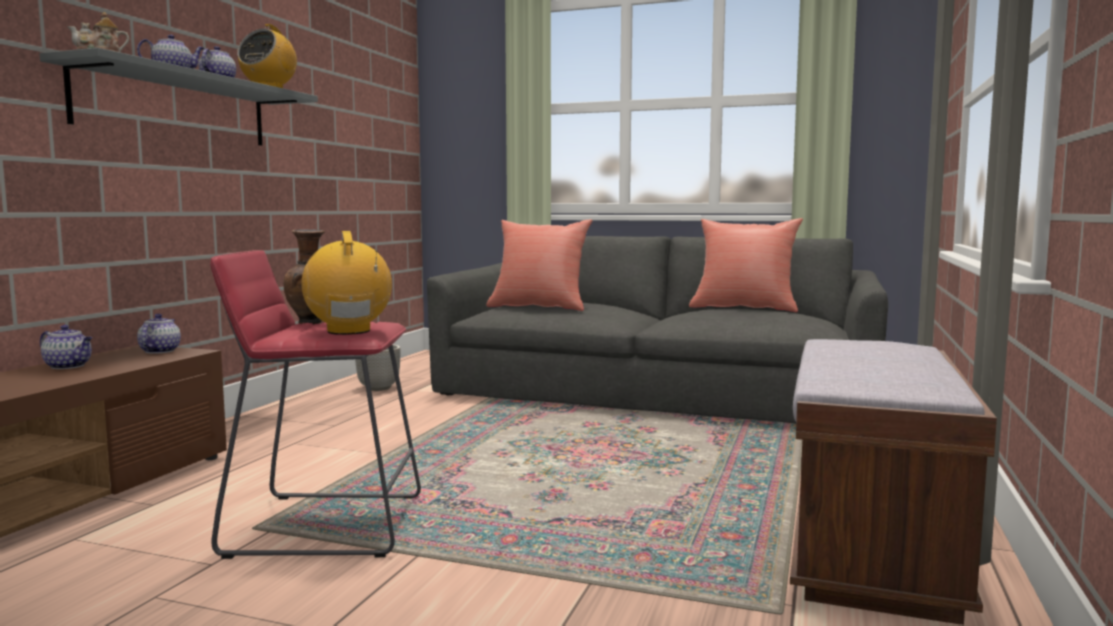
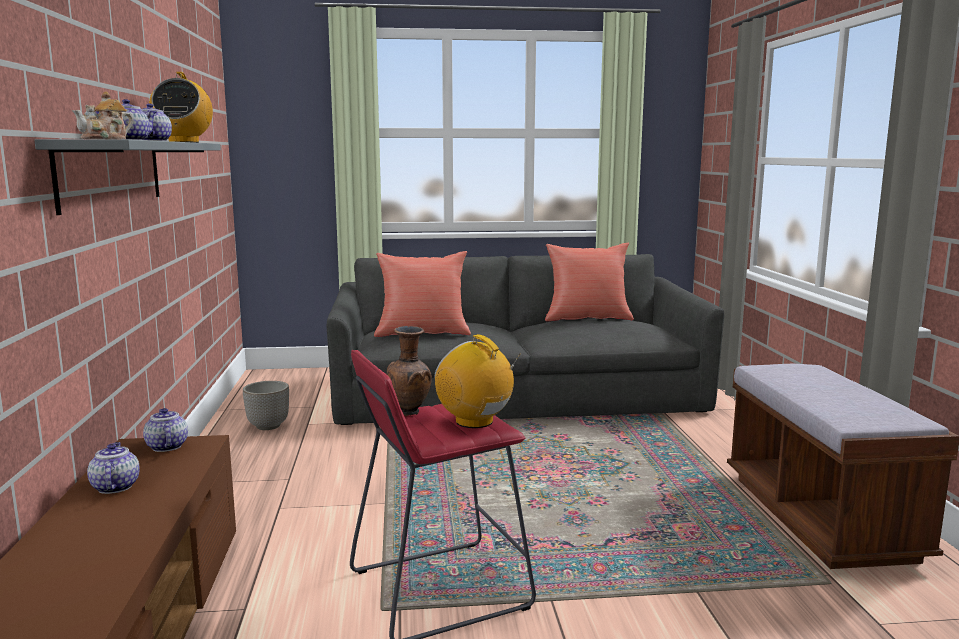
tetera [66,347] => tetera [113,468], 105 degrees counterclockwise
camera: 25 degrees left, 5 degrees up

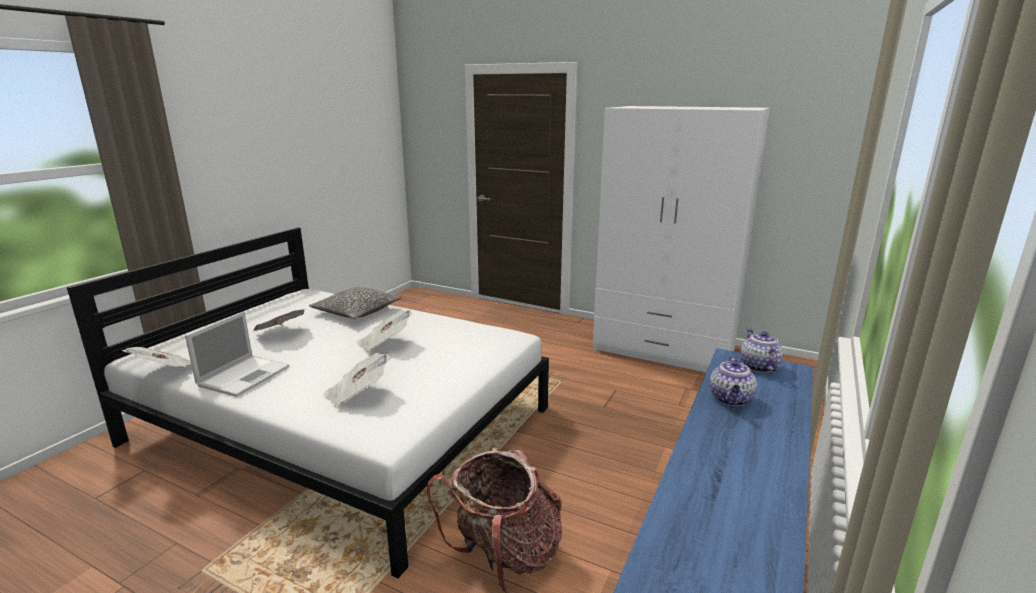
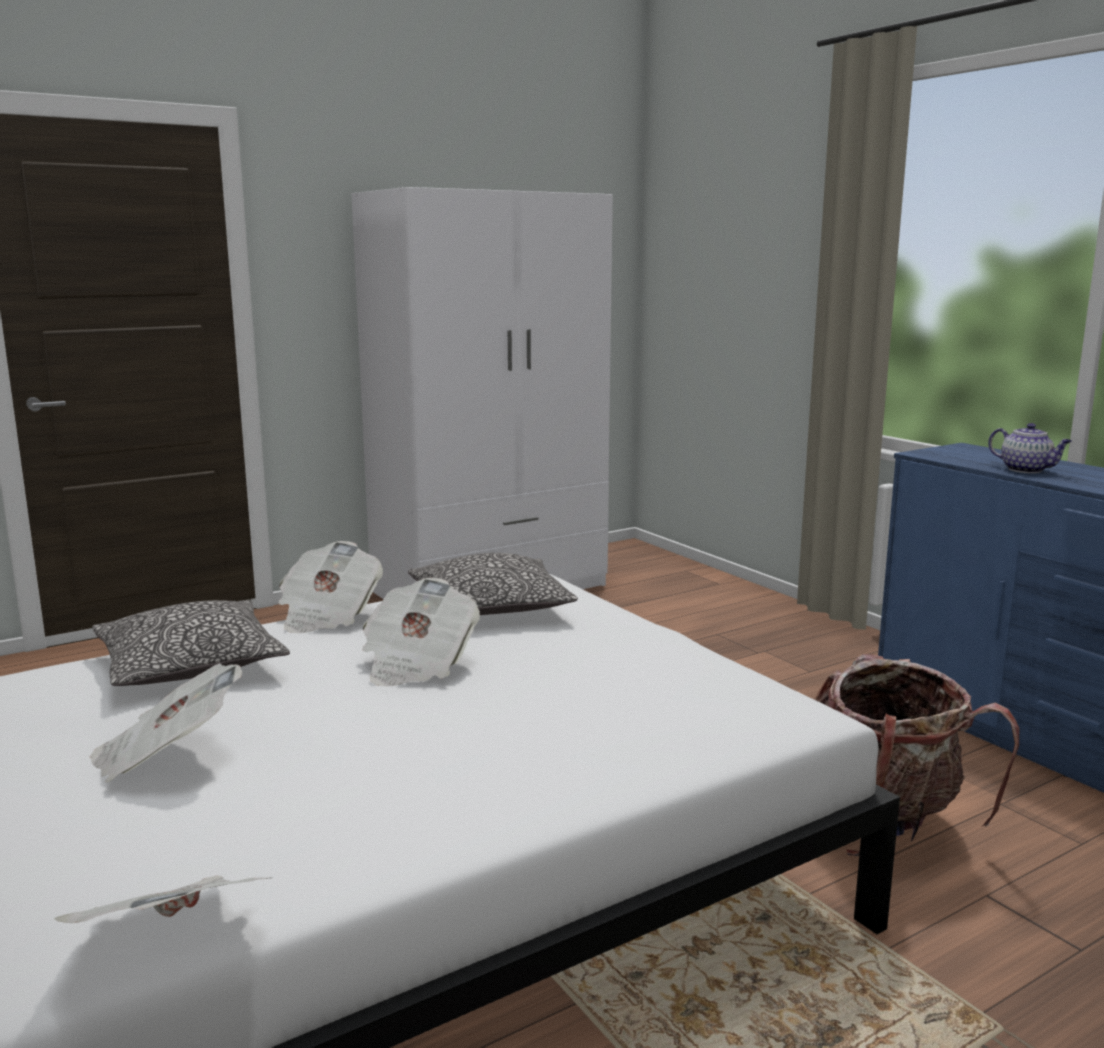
portátil [237,354] => nothing
periódico [357,380] => periódico [330,587], move
tetera [761,351] => nothing
nothing => cojín [493,584]
camera: 60 degrees left, 5 degrees down

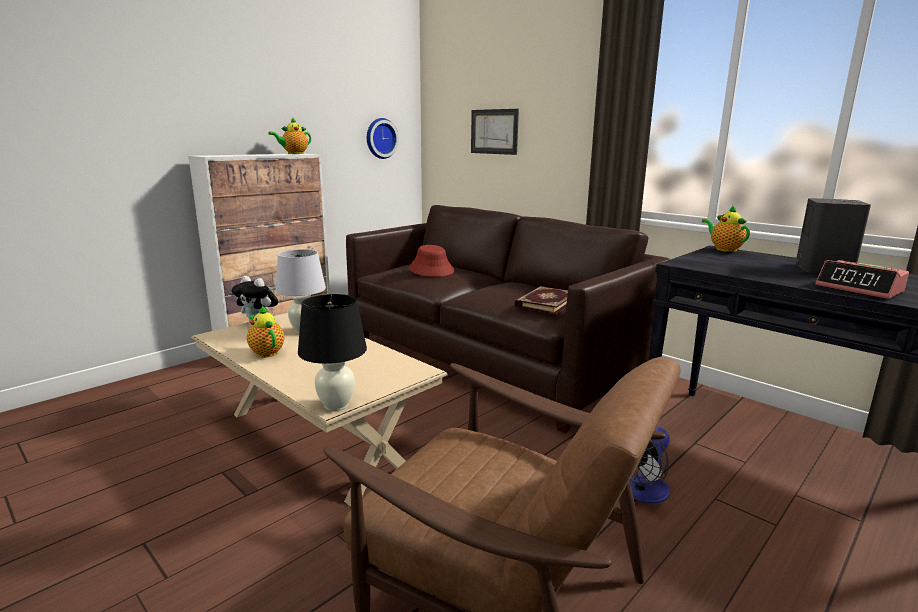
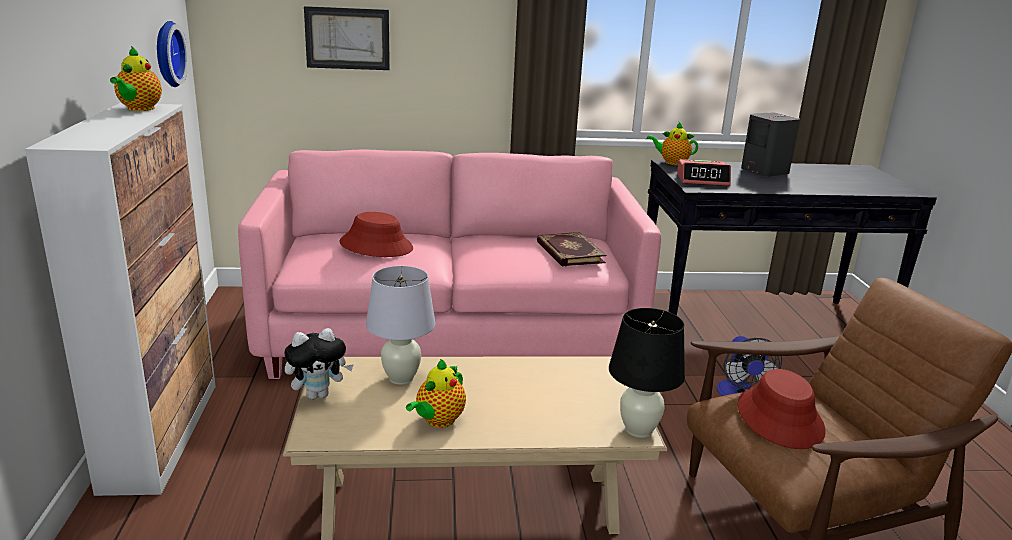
tetera [265,331] => tetera [436,393], 60 degrees counterclockwise
sofá (marrón) [508,319] => sofá (rosa) [449,264]
despertador [862,279] => despertador [704,172], move
nothing => sombrero (rojo) [782,409]
camera: 50 degrees left, 5 degrees up

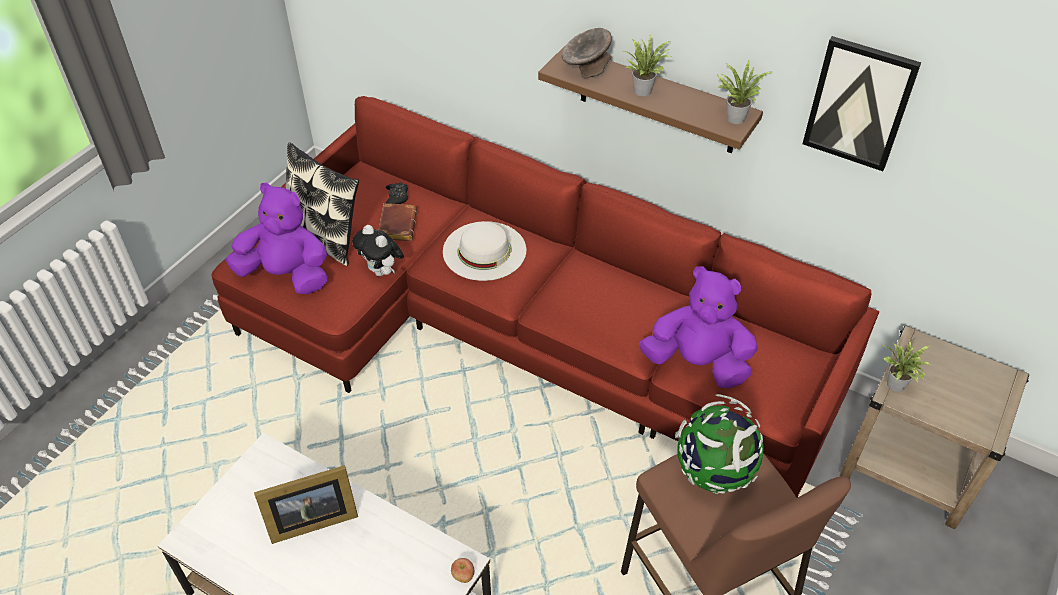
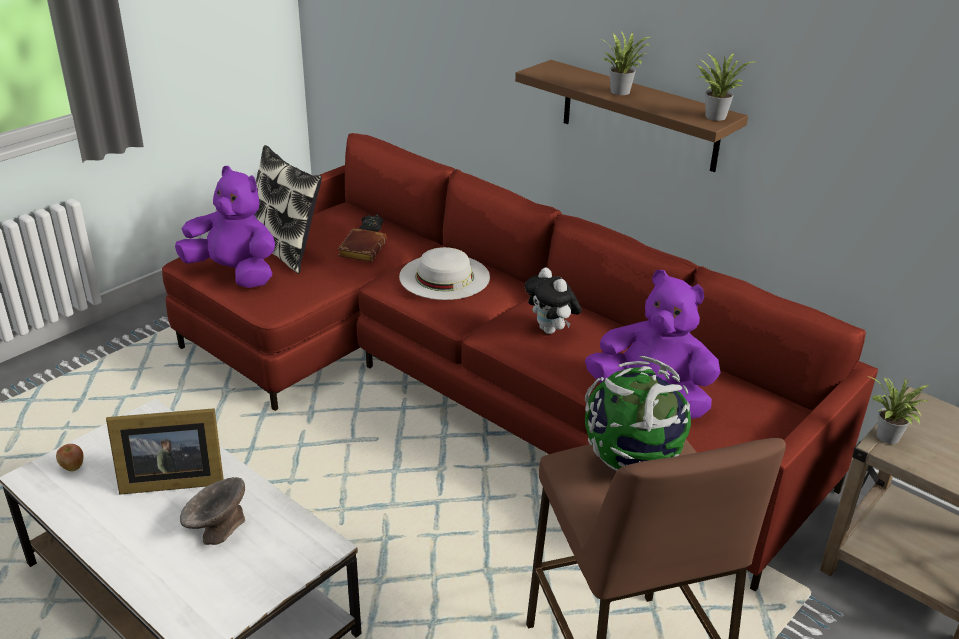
peluche [378,250] => peluche [553,301], move
manzana [462,570] => manzana [70,458], move
cuenco (gris) [587,53] => cuenco (gris) [212,511], move
cuadro [861,103] => nothing
camera: 10 degrees right, 15 degrees down

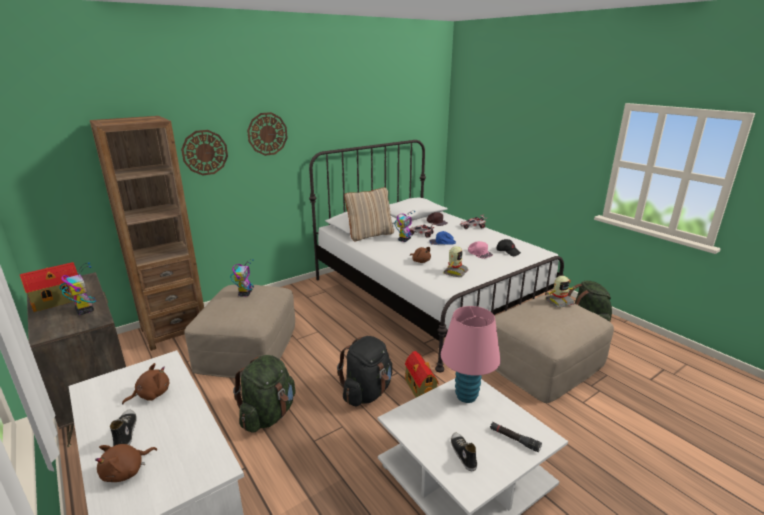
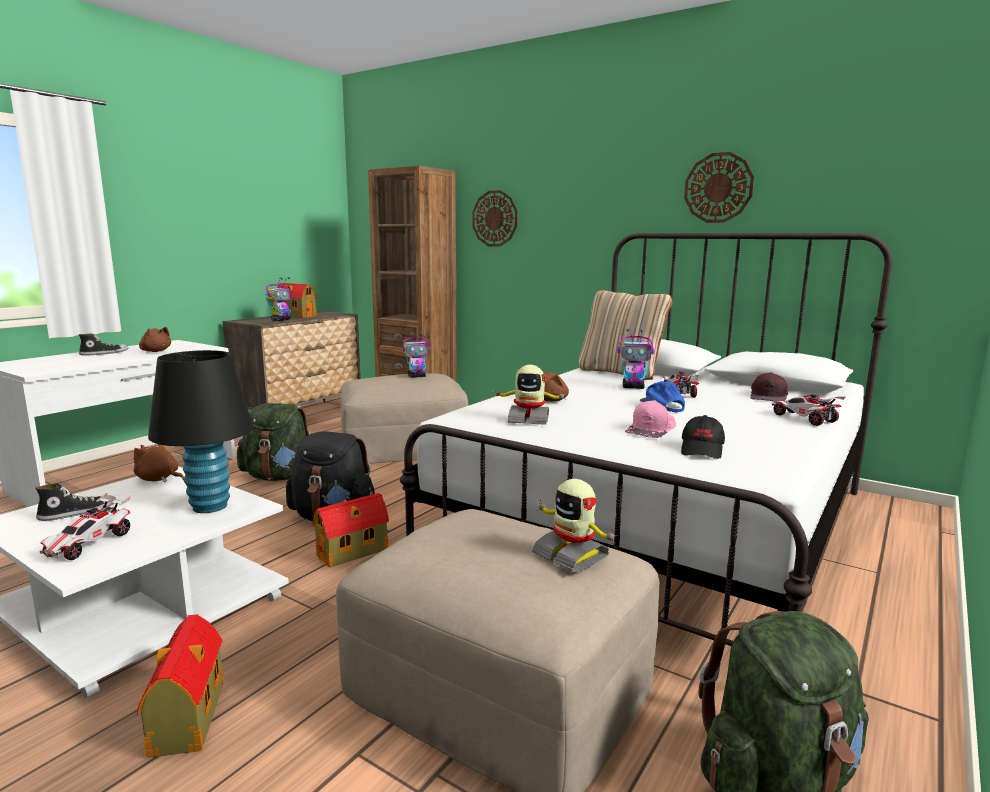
peluche (marrón) [126,463] => peluche (marrón) [158,463], move
reloj de pared [267,134] => reloj de pared [719,187], move
lámpara de mesa (rosa) [471,354] => lámpara de mesa (negro) [200,431]
linterna (negro) [516,437] => coche de juguete [85,526]
nothing => casita [180,686]
camera: 70 degrees right, 10 degrees down

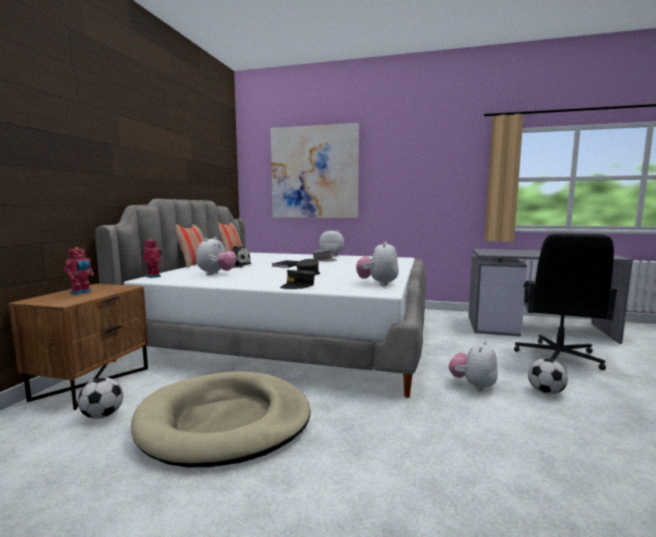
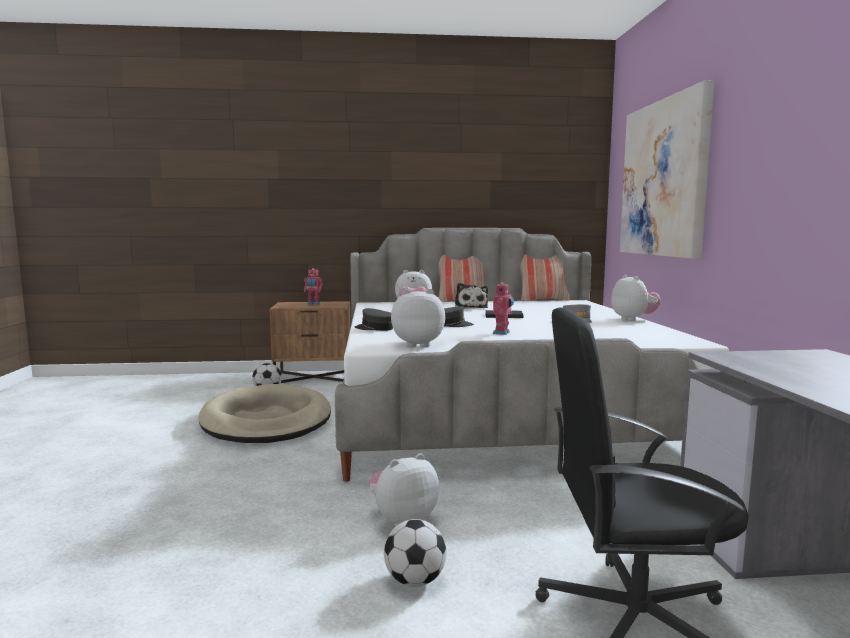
robot de juguete [153,258] => robot de juguete [503,308], move
peluche [473,366] => peluche [404,490], 45 degrees counterclockwise
camera: 70 degrees right, 0 degrees up

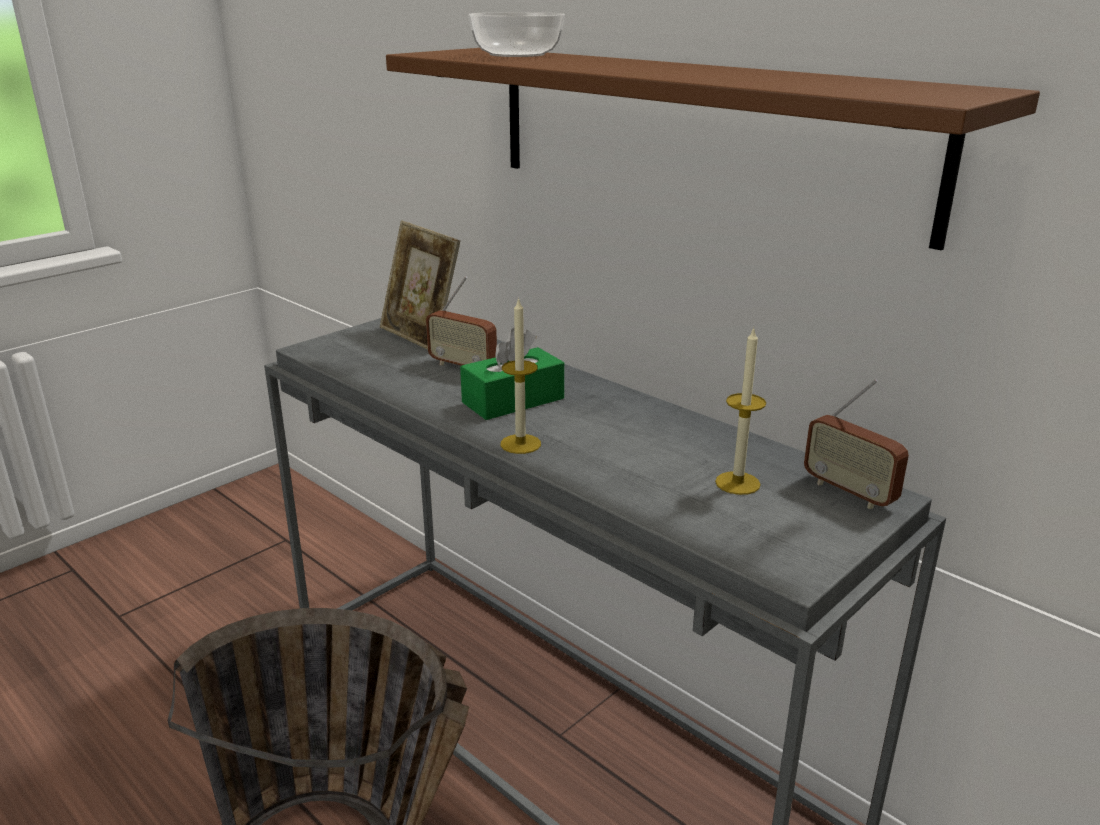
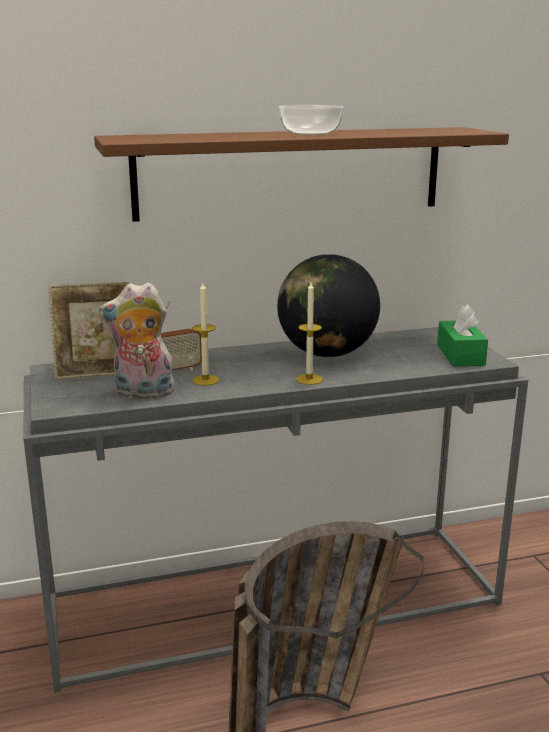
caja de pañuelos (verde) [512,374] => caja de pañuelos (verde) [462,335], move
cuenco [516,34] => cuenco [311,120], move
vela [740,411] => vela [205,333], move
radio [856,444] => nothing
nothing => peluche [137,340]
nothing => globo terráqueo [328,305]
camera: 60 degrees left, 5 degrees down

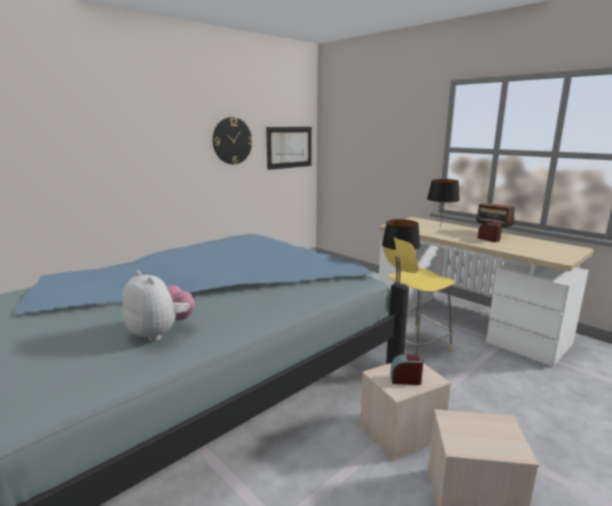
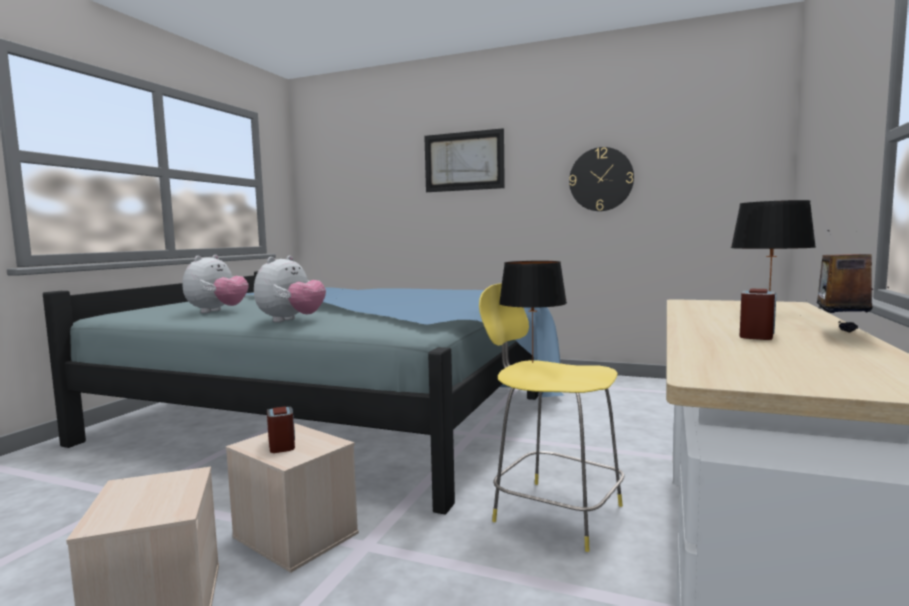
cuadro [289,148] => cuadro [464,160], move
nothing => peluche [290,289]
camera: 65 degrees right, 10 degrees down

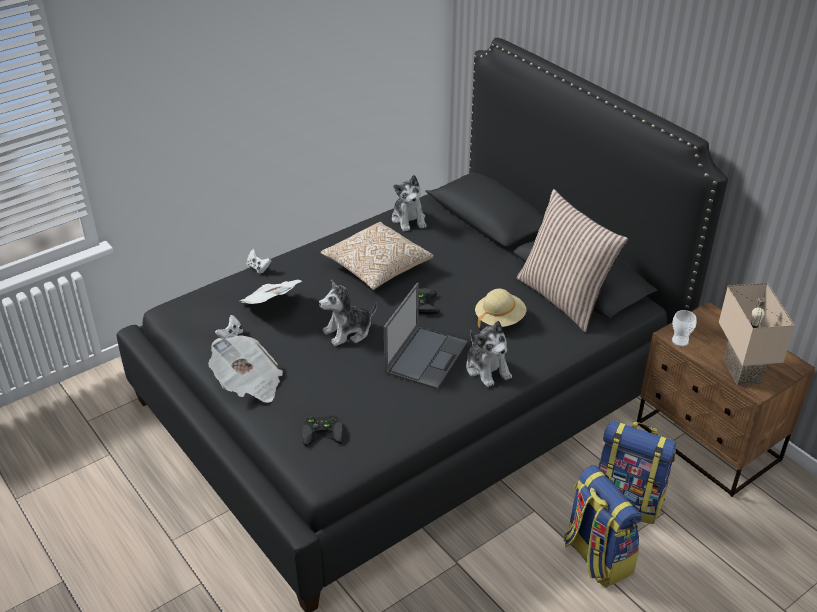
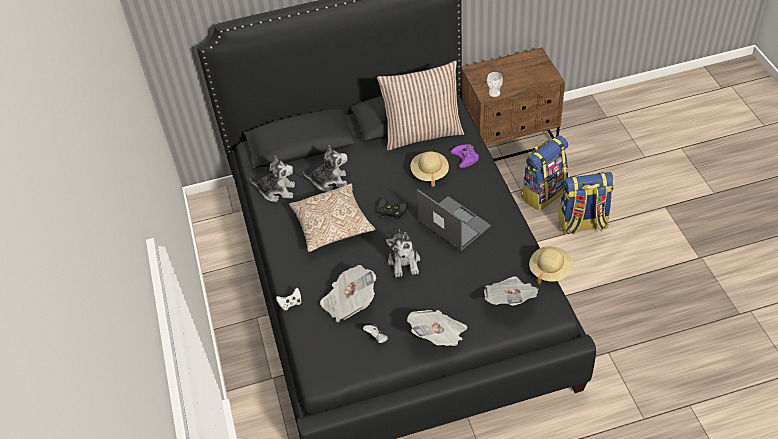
mando de consola (negro) [322,430] => periódico [511,291]
peluche [489,354] => peluche [325,168], move
lámpara de mesa (beis) [757,334] => nothing
nothing => mando de consola (morado) [464,156]
nothing => sombrero (beis) [551,265]
camera: 65 degrees left, 10 degrees up

